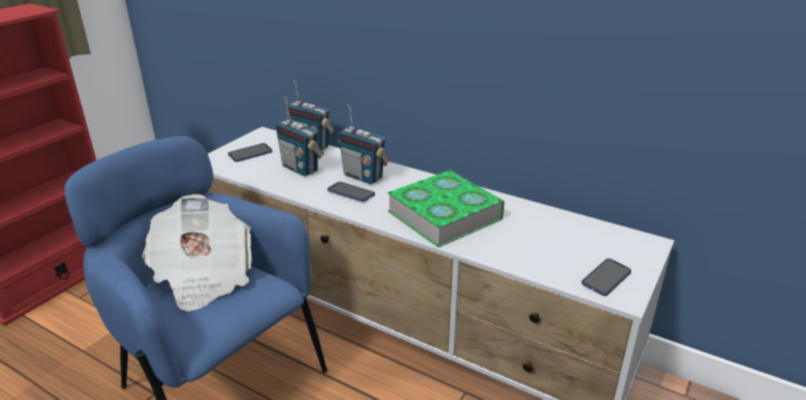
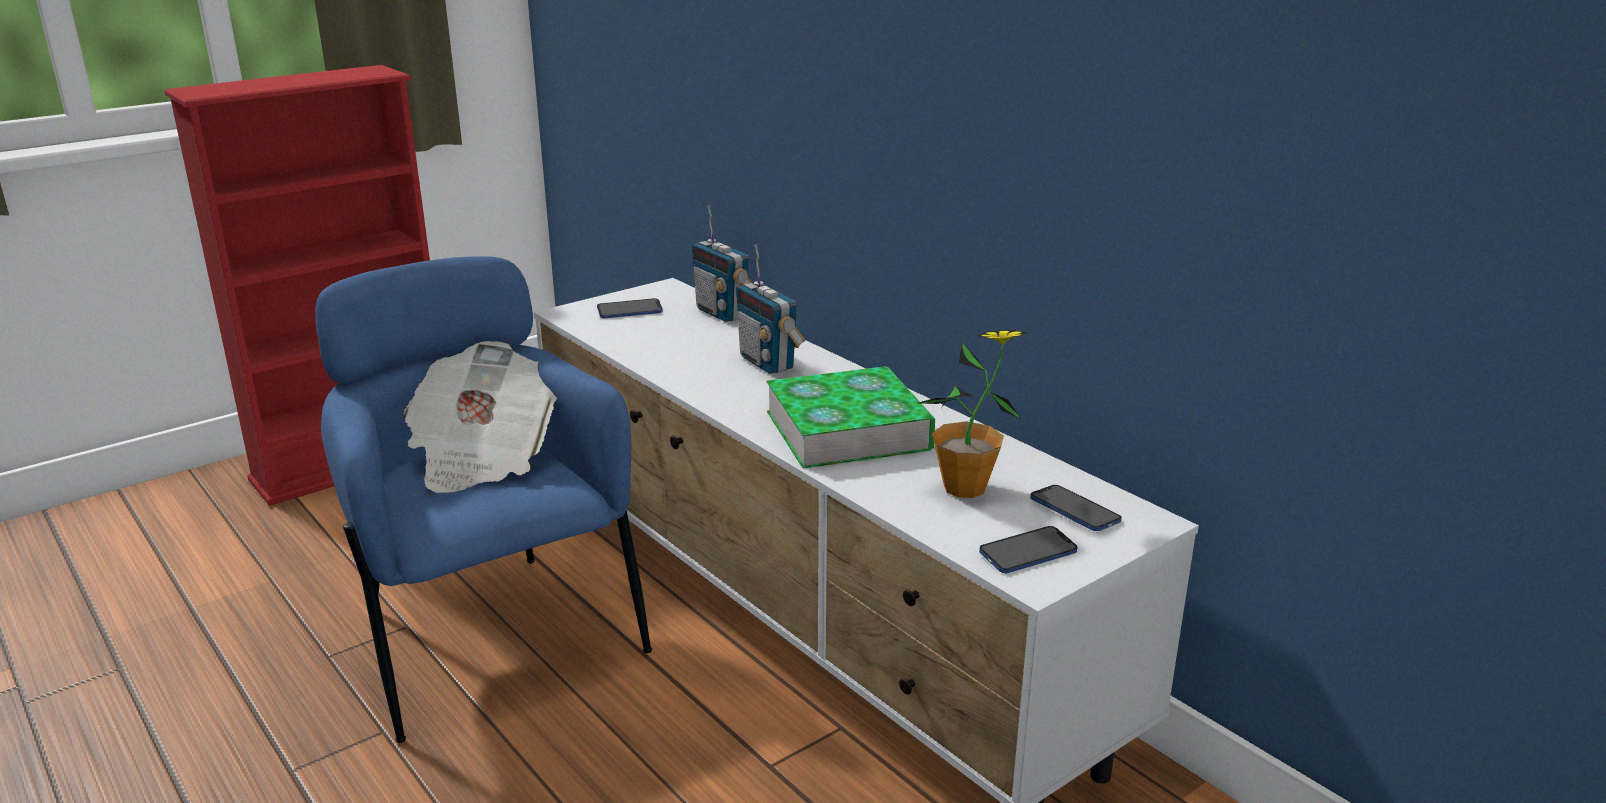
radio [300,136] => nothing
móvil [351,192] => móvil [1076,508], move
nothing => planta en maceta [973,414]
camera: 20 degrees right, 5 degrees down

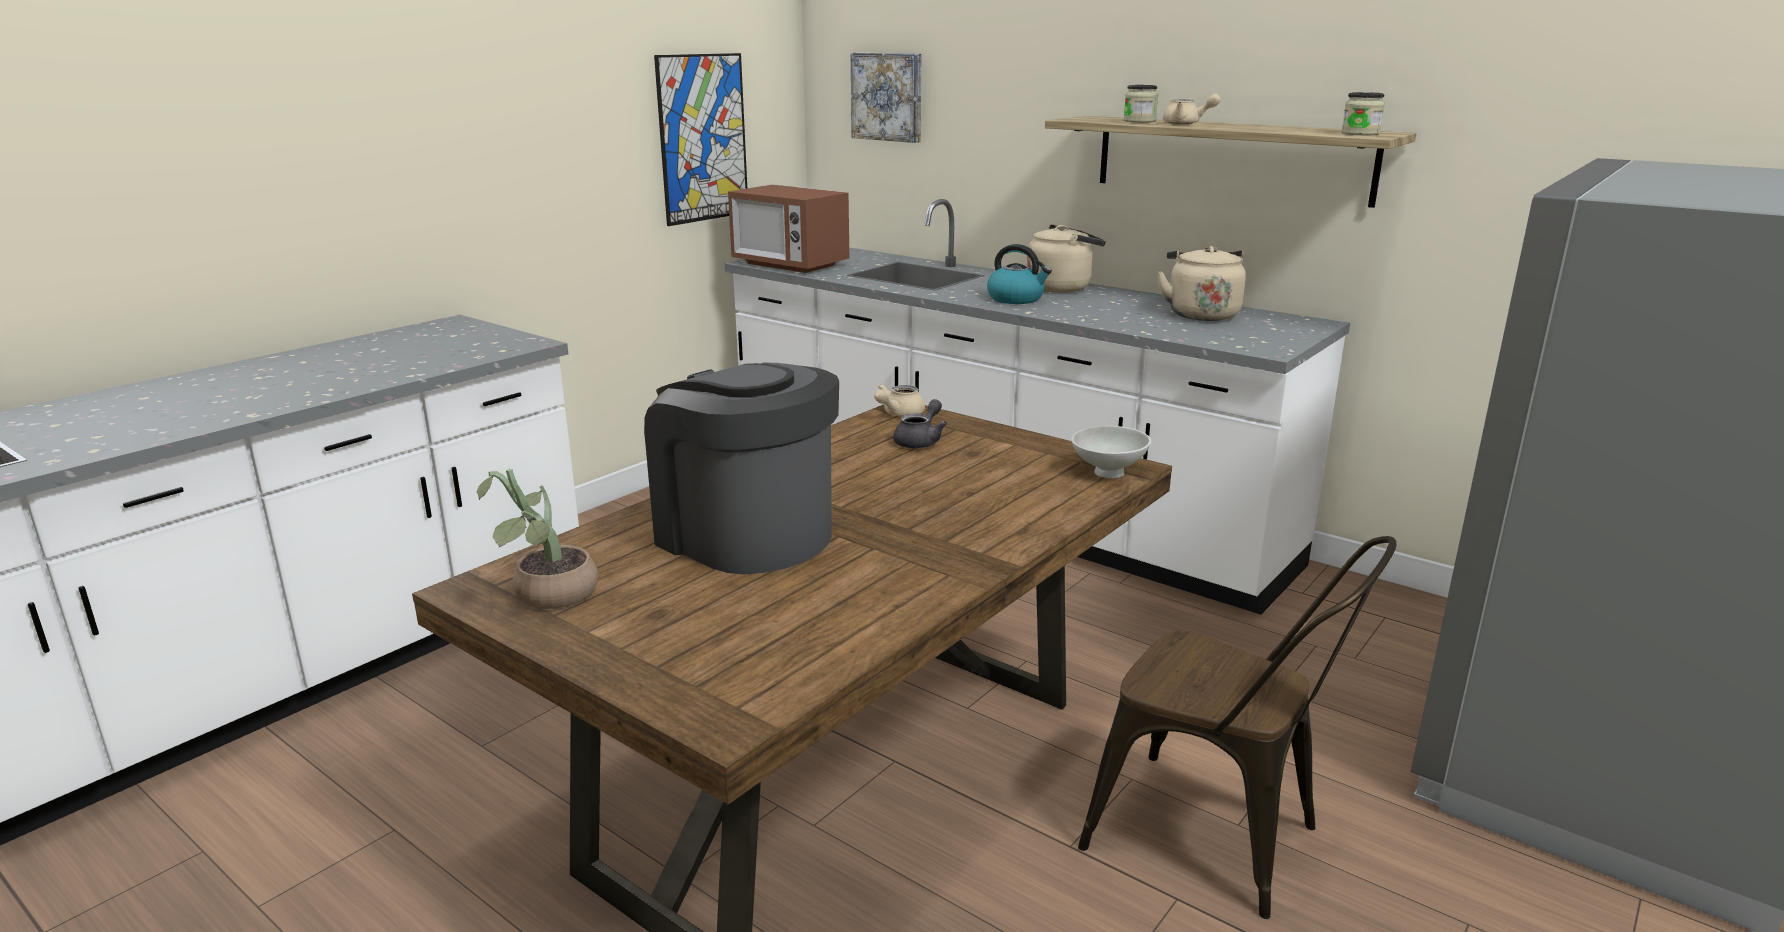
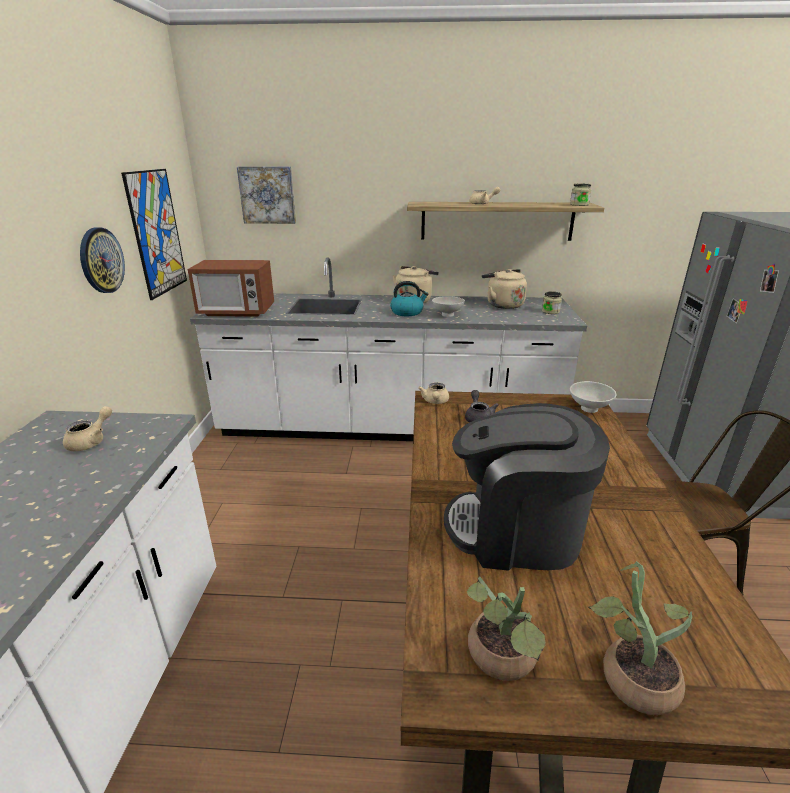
tarro [1141,104] => tarro [552,302], move
nothing => tetera (beis) [87,428]
nothing => reloj de pared [102,260]
nothing => cuenco (blanco) [448,306]
nothing => planta en maceta [640,638]
camera: 35 degrees left, 5 degrees up

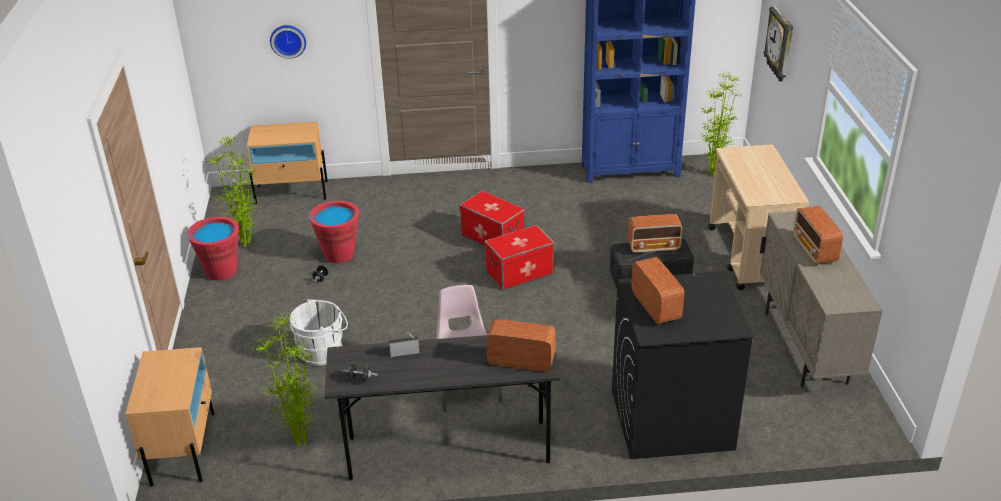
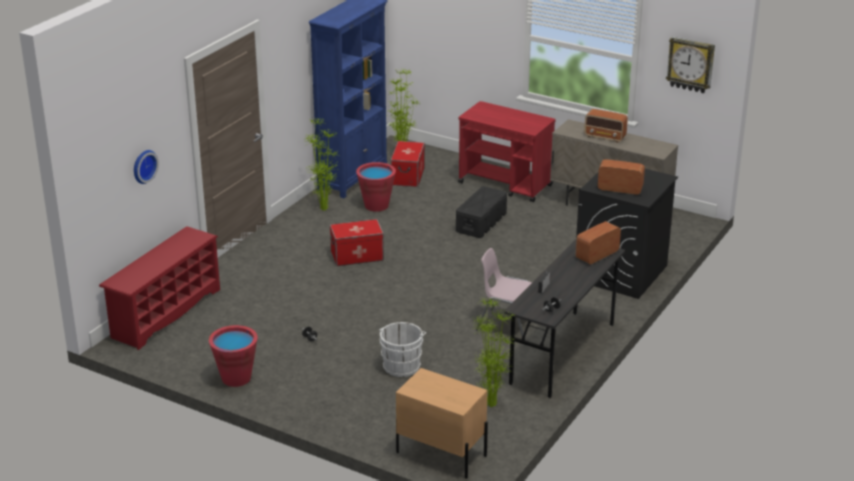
planta en maceta [230,191] => planta en maceta [321,164], move
mesita de noche (beis) [287,163] => zapatero (rojo) [159,288]
cubo (rojo) [334,232] => cubo (rojo) [376,187], move
caja de almacenaje [519,257] => caja de almacenaje [408,164], move
radio [655,233] => nothing
carrito (beis) [758,217] => carrito (rojo) [507,151]
reloj de pared [778,43] => reloj de pared [690,65], move
camera: 55 degrees left, 5 degrees down

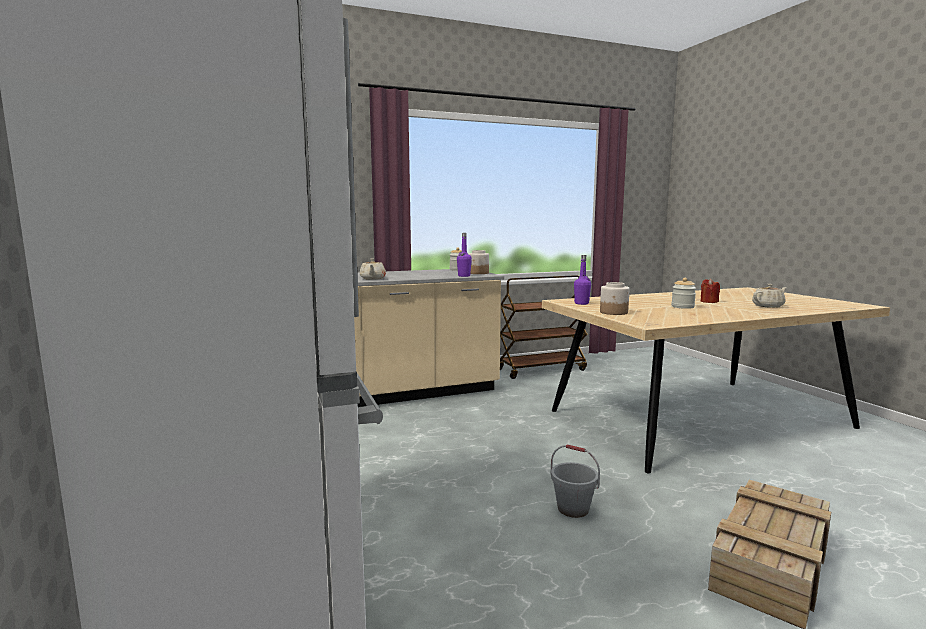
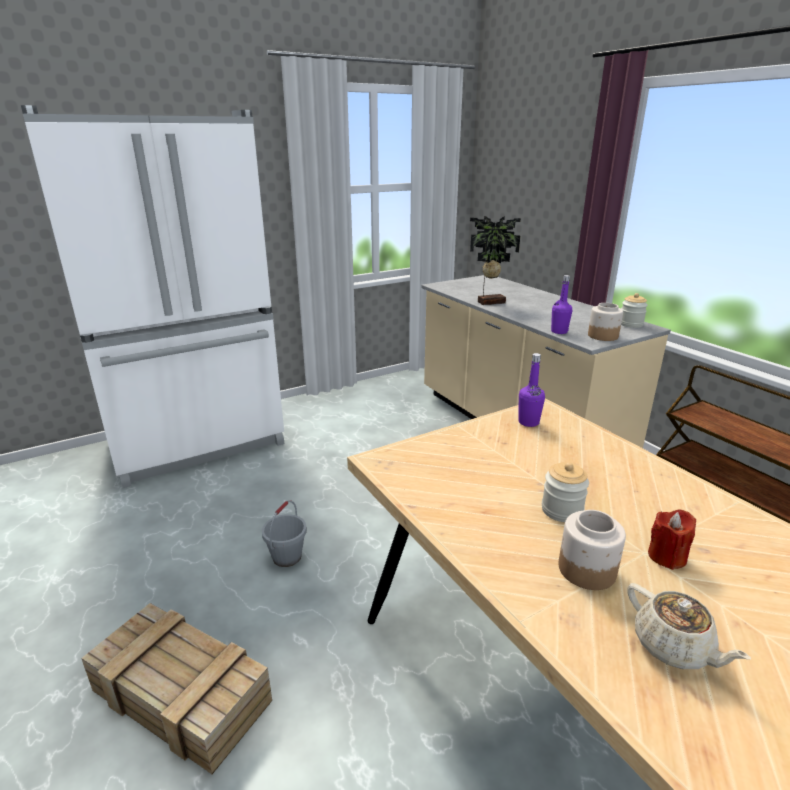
tetera (beis) [373,269] => planta en maceta [495,260]
tarro [615,298] => tarro [592,550], move
camera: 80 degrees right, 15 degrees up

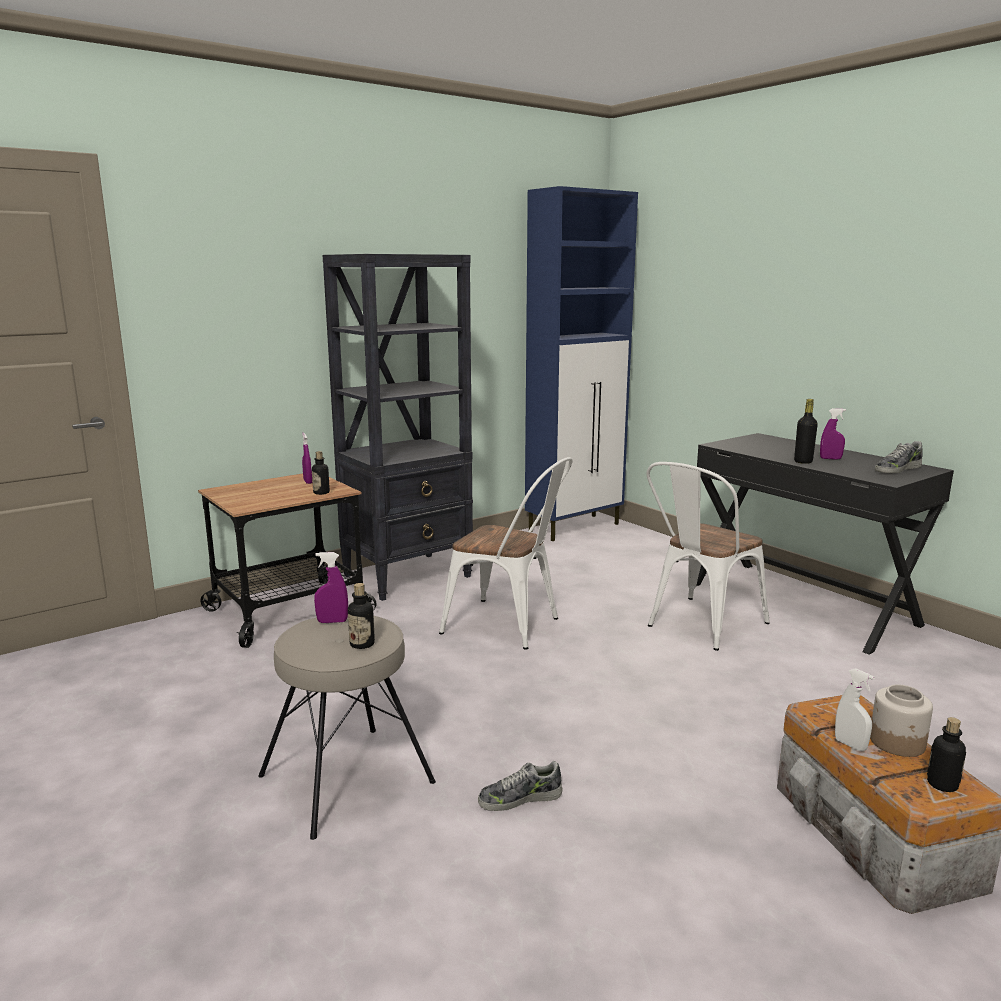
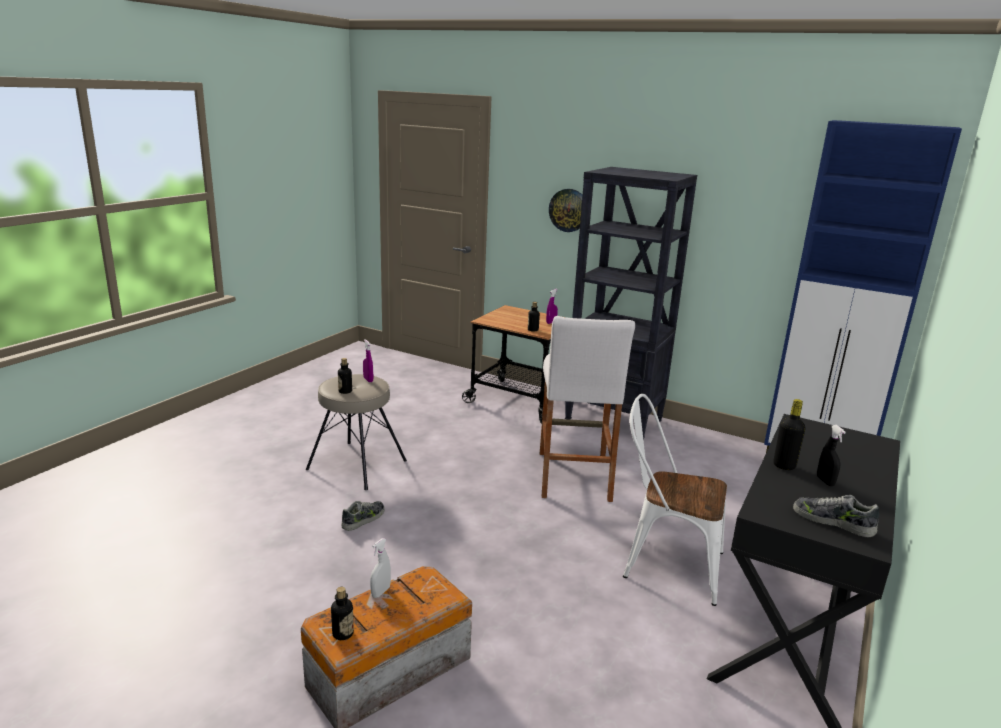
silla (blanco) [505,553] => taburete (blanco) [587,409]
zapato [520,786] => zapato [363,516], 75 degrees clockwise
pulverizador (morado) [833,434] => pulverizador (negro) [831,455]
tarro [901,720] => nothing
nothing => reloj de pared [566,210]
camera: 65 degrees right, 5 degrees up

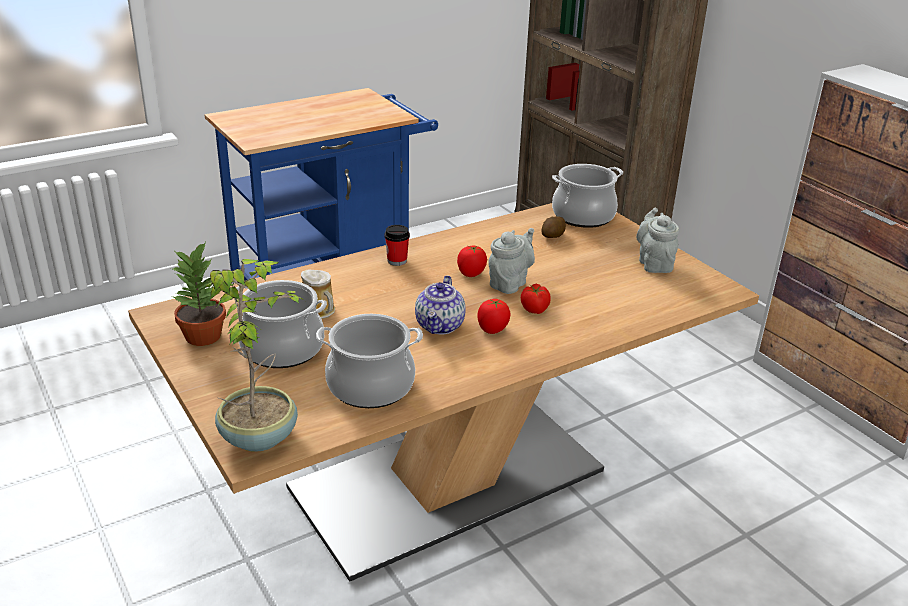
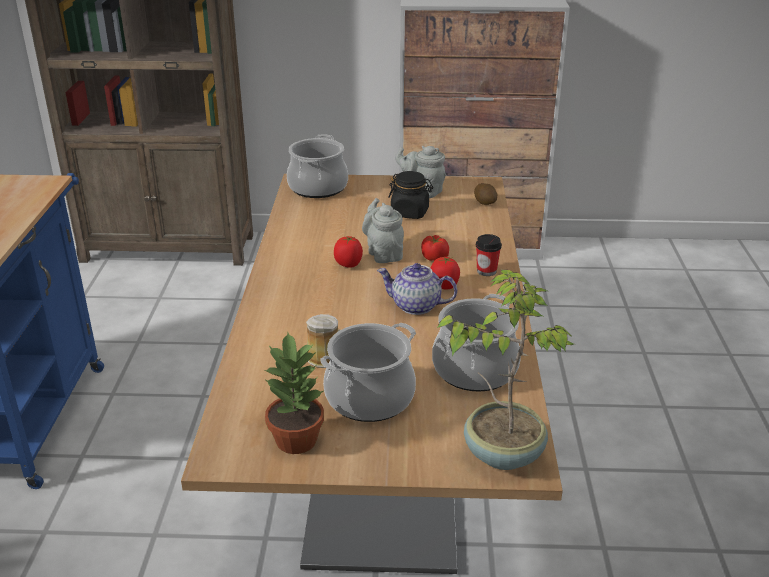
taza [397,245] => taza [489,255], move
tetera [440,305] => tetera [417,289], 150 degrees clockwise
patata [553,227] => patata [485,194], move
nothing => tarro (negro) [410,195]
camera: 55 degrees left, 0 degrees up

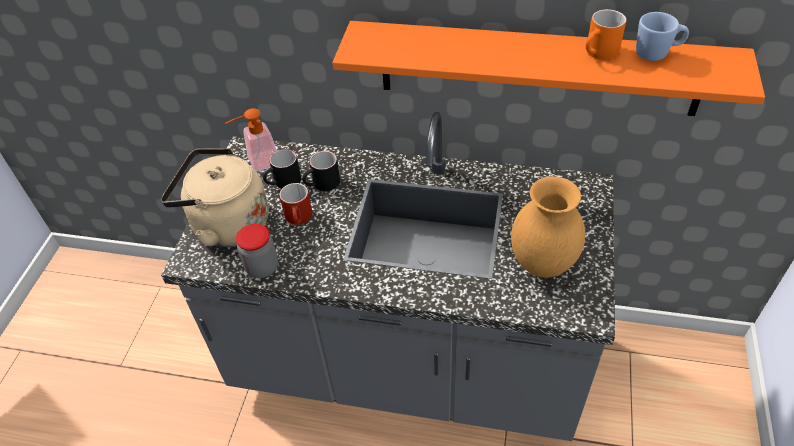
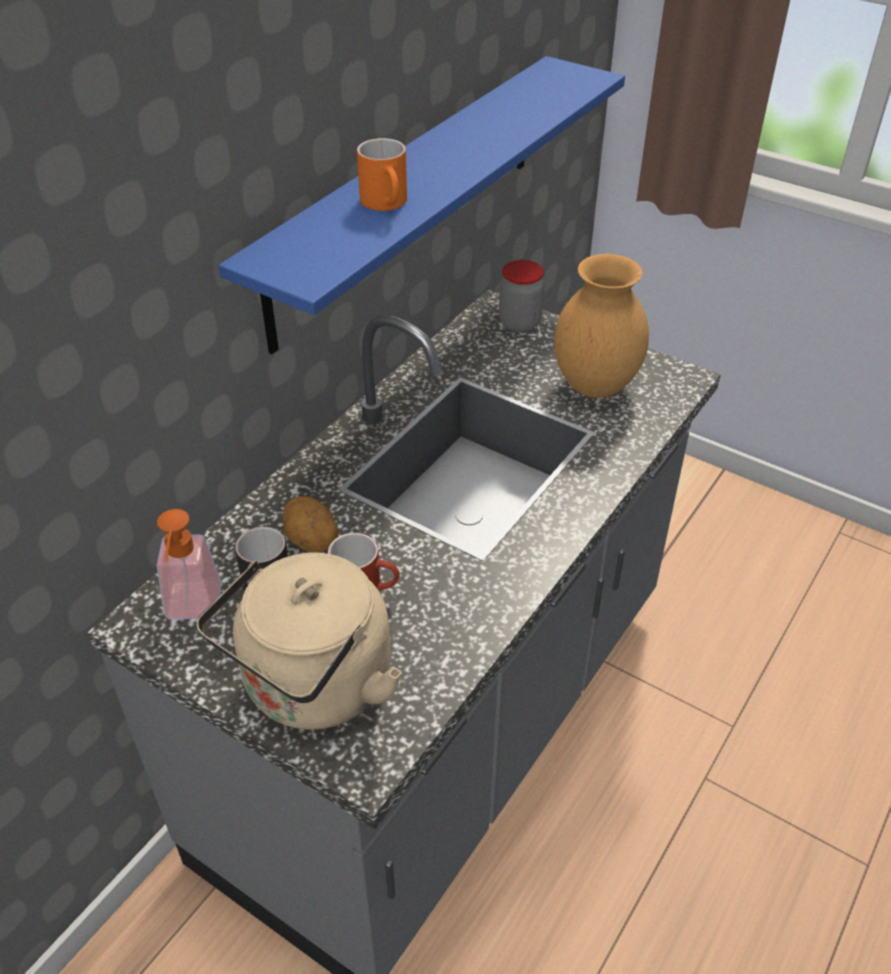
tarro [257,251] => tarro [521,296], move
taza grande (negro) [321,171] => patata [310,524]
estante (naranja) [548,68] => estante (azul) [421,205]
taza grande (naranja) [606,34] => taza grande (naranja) [382,174], move
taza grande (azul) [662,36] => nothing
camera: 70 degrees left, 5 degrees down

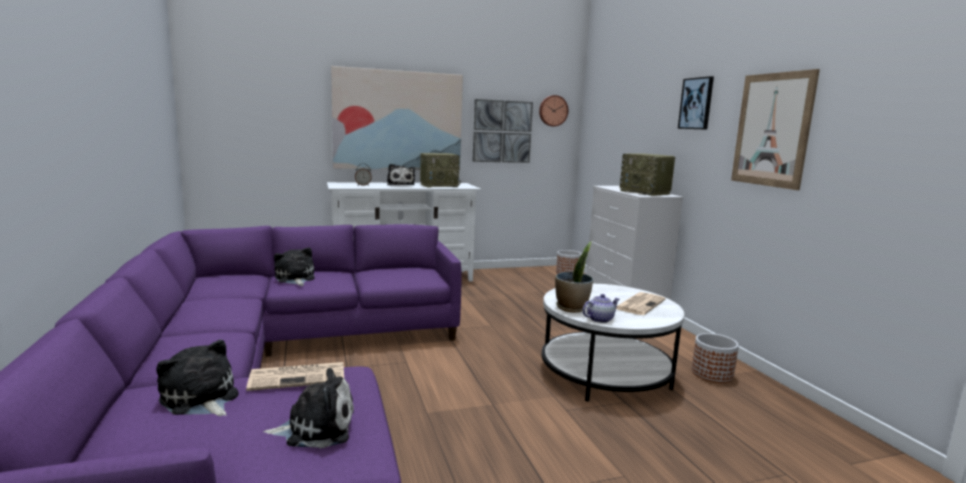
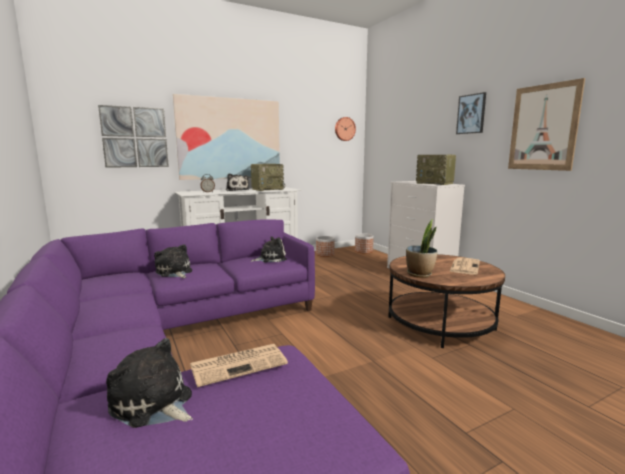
peluche [308,408] => peluche [269,249], move
cuadro [502,131] => cuadro [133,136], move
mesa de centro (blanco) [613,343] => mesa de centro (marrón) [446,301]
tetera [601,308] => nothing
maceta [715,358] => maceta [325,246], move
camera: 10 degrees left, 0 degrees up

